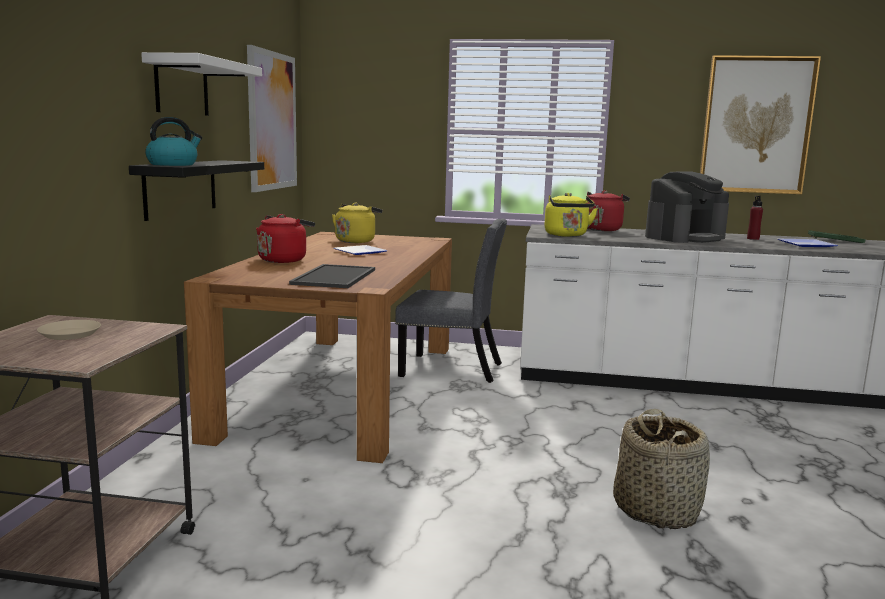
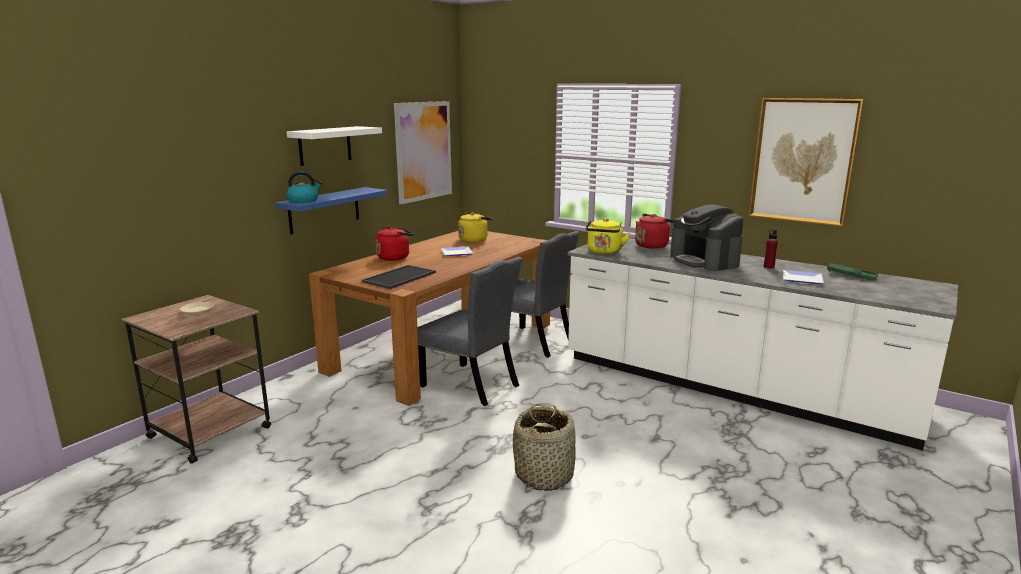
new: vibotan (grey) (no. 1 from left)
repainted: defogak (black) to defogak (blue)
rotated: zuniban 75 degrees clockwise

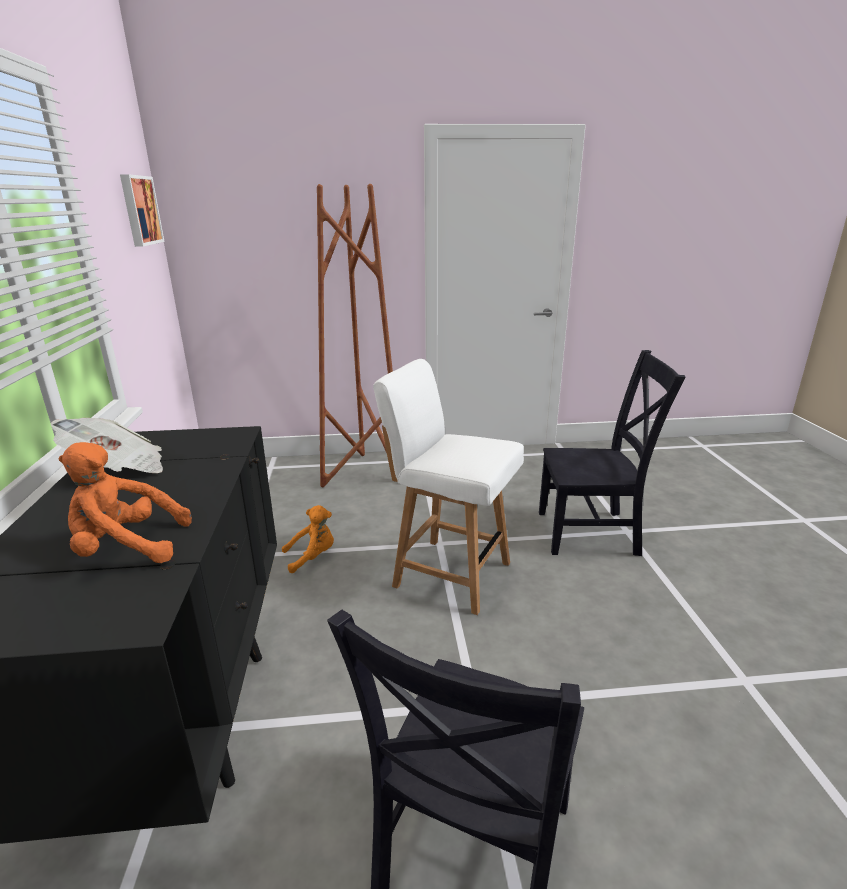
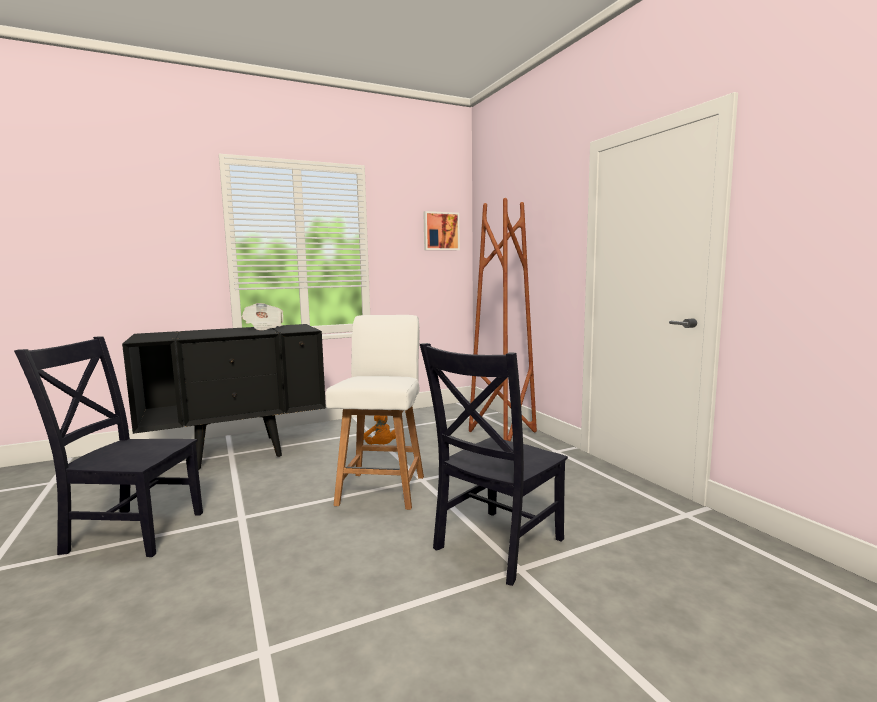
gone: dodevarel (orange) (no. 1 from left)
rotated: vibotan (black) (no. 2 from left) 60 degrees clockwise

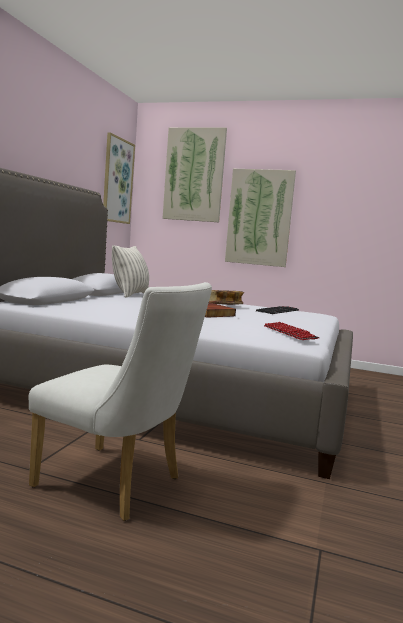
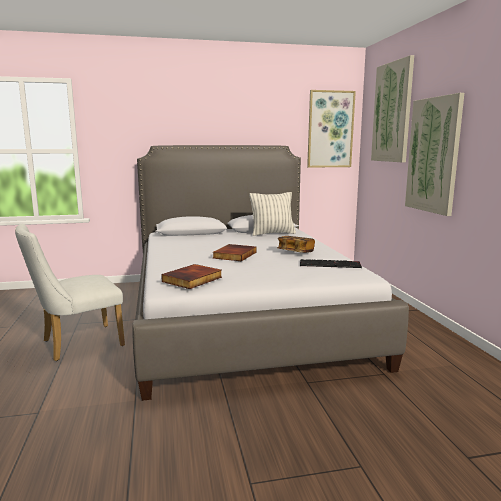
swapped: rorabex (no. 2 from left) to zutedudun (no. 1 from left)
rotated: vibotan (white) 60 degrees clockwise

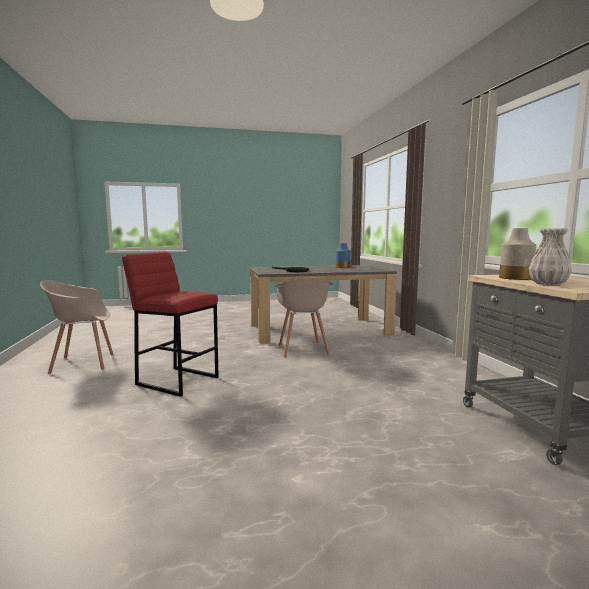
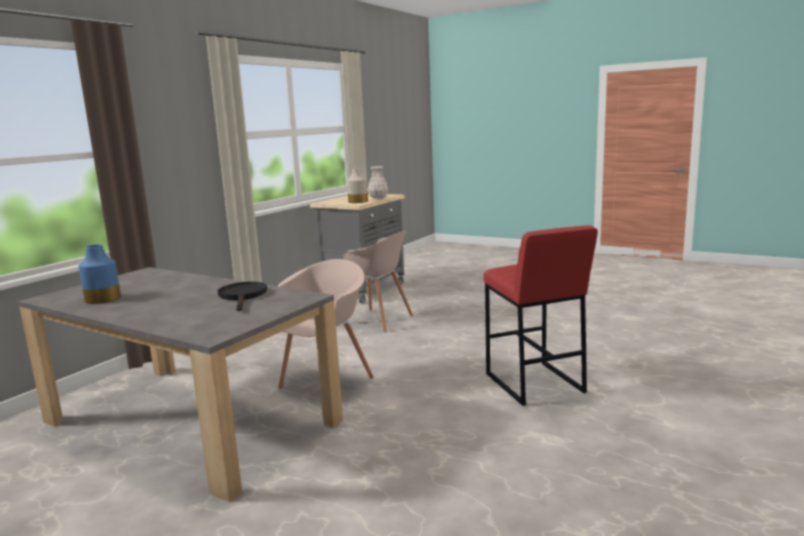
shifted: vibotan (beige) (no. 1 from left in the first image) to vibotan (beige) (no. 2 from left)

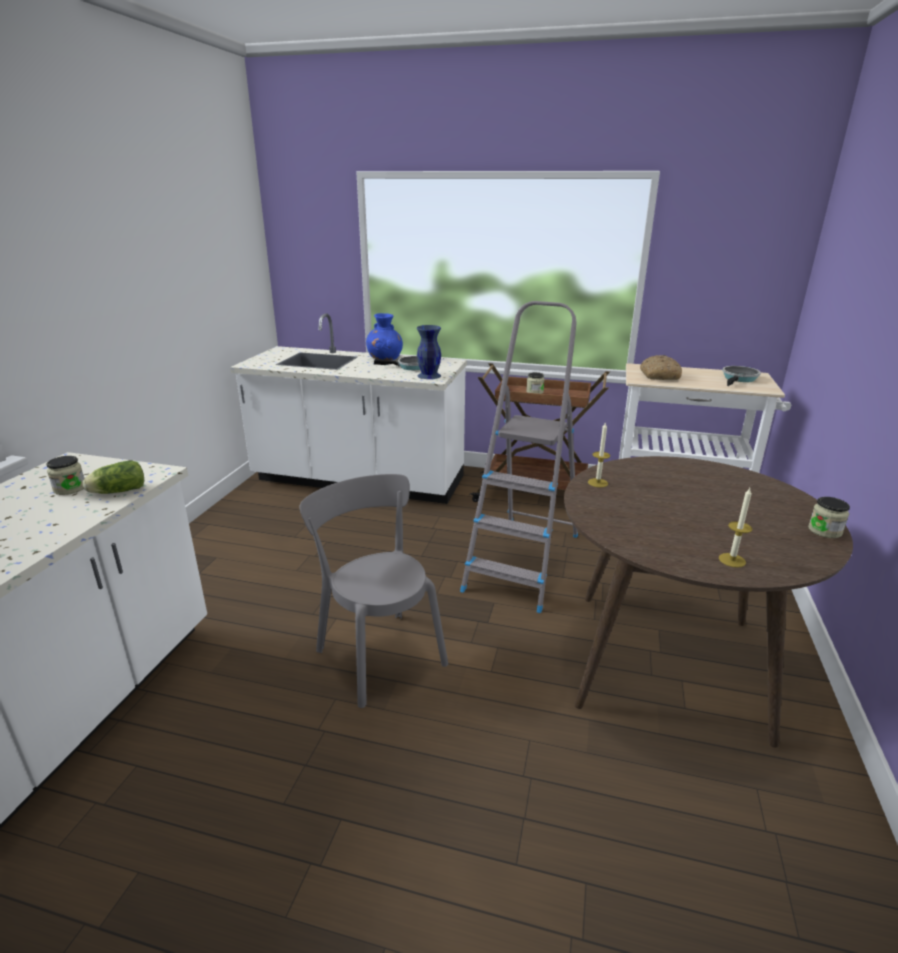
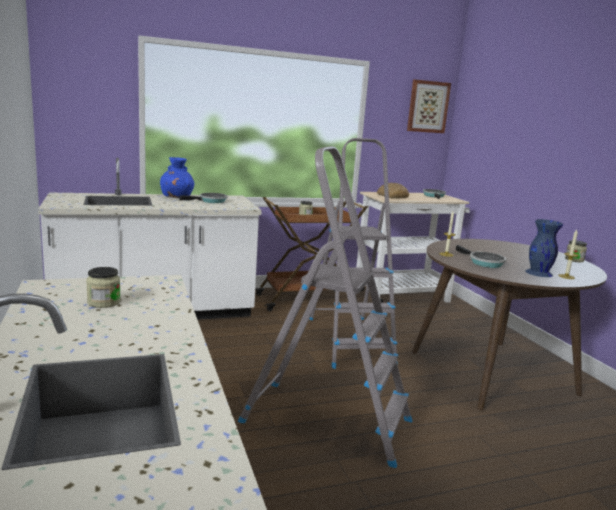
gone: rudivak
new: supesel; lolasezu (no. 3 from left)
shifted: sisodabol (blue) (no. 2 from left)
swapped: vibotan (grey) to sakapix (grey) (no. 1 from left)

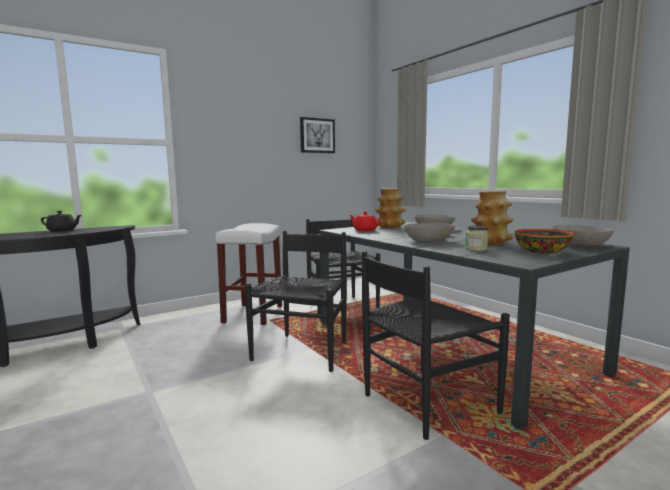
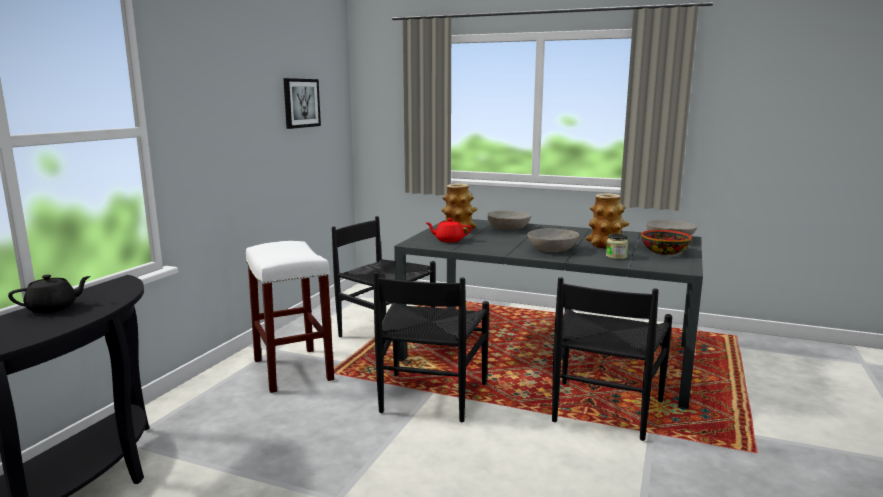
rotated: vibotan (black) (no. 1 from left in the first image) 150 degrees counterclockwise

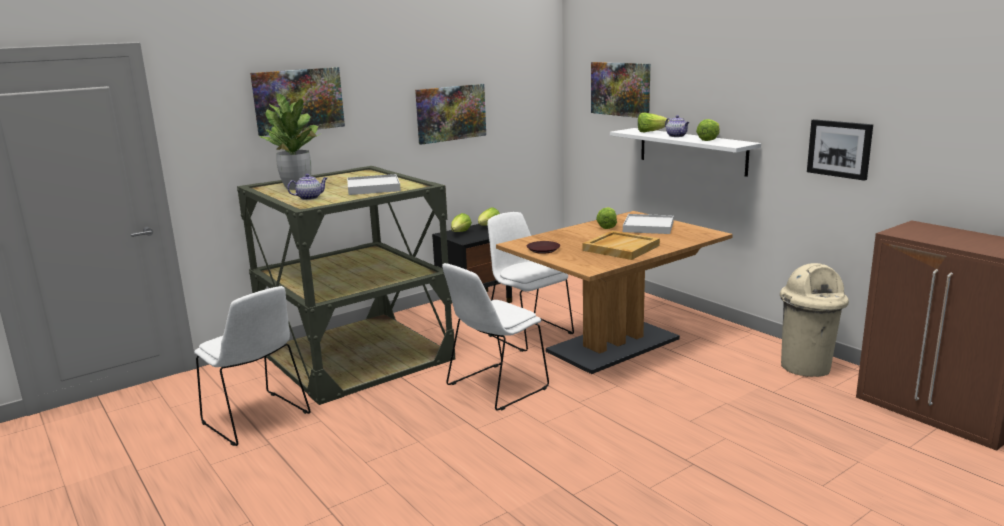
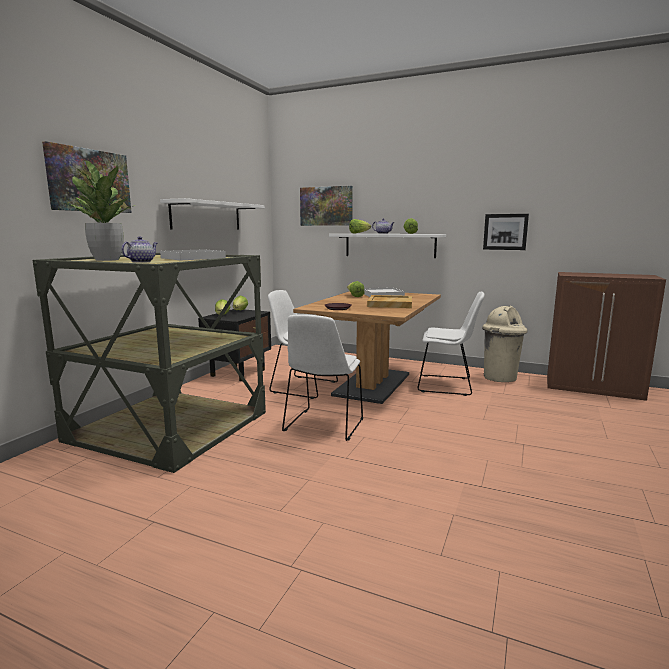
shifted: vibotan (white) (no. 1 from left in the first image) to vibotan (white) (no. 3 from left)
swapped: supesel (no. 2 from left) to defogak (white) (no. 1 from left)

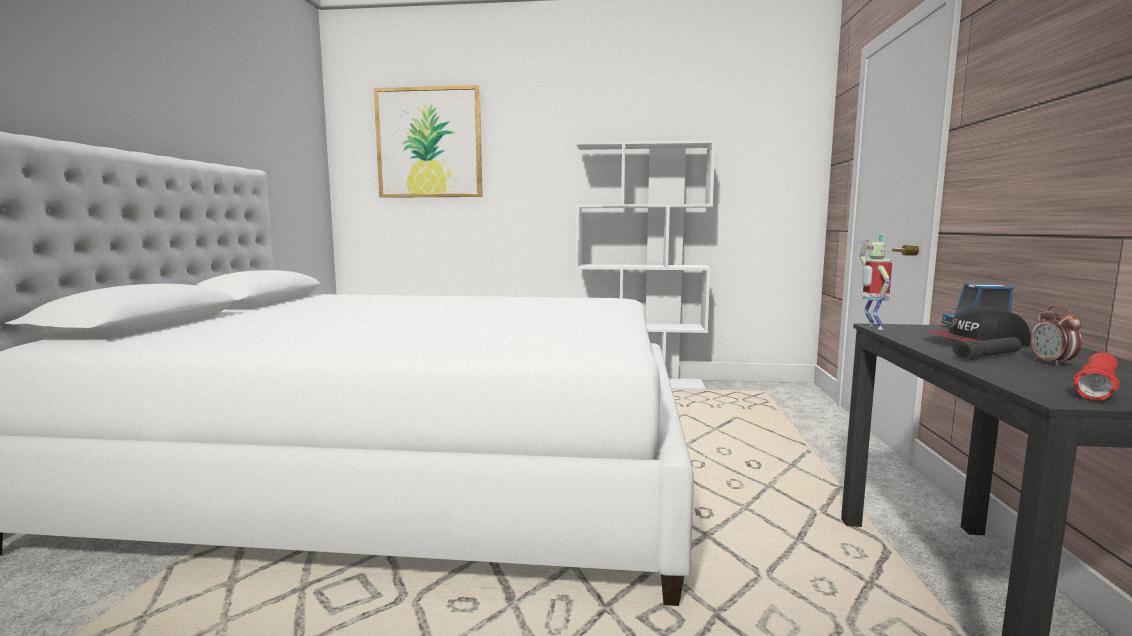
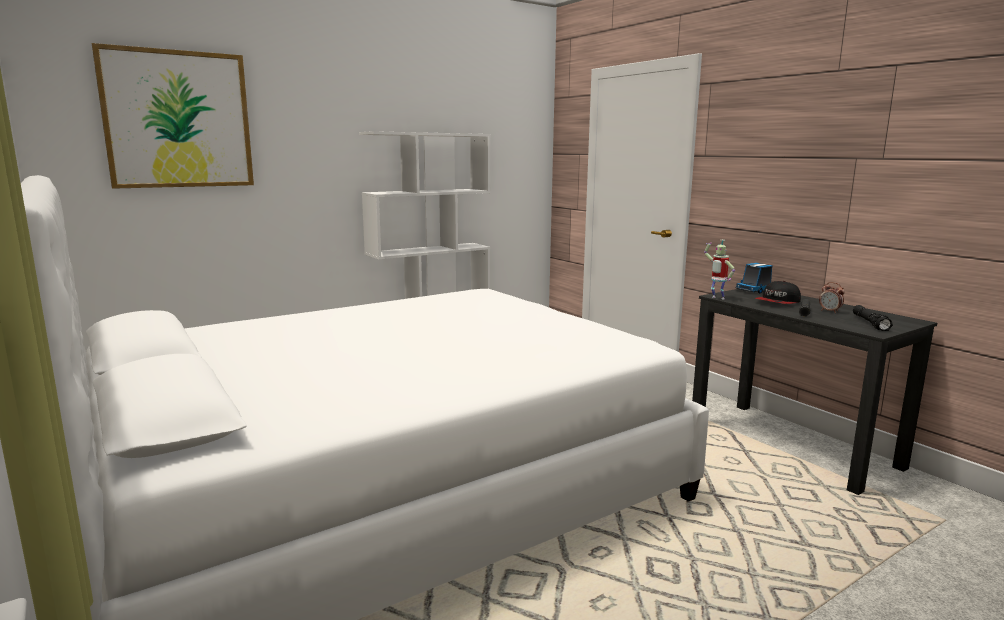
repainted: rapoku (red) to rapoku (black) (no. 2 from left)

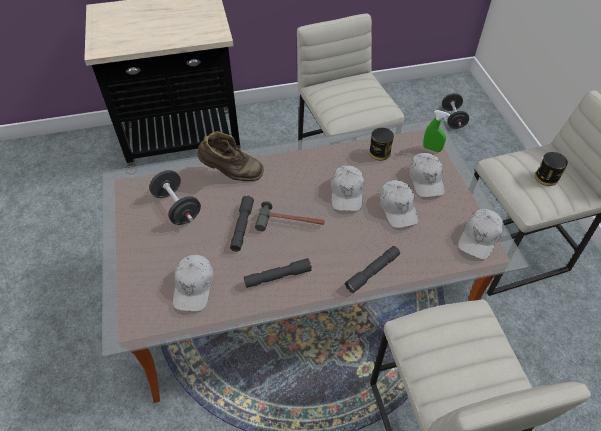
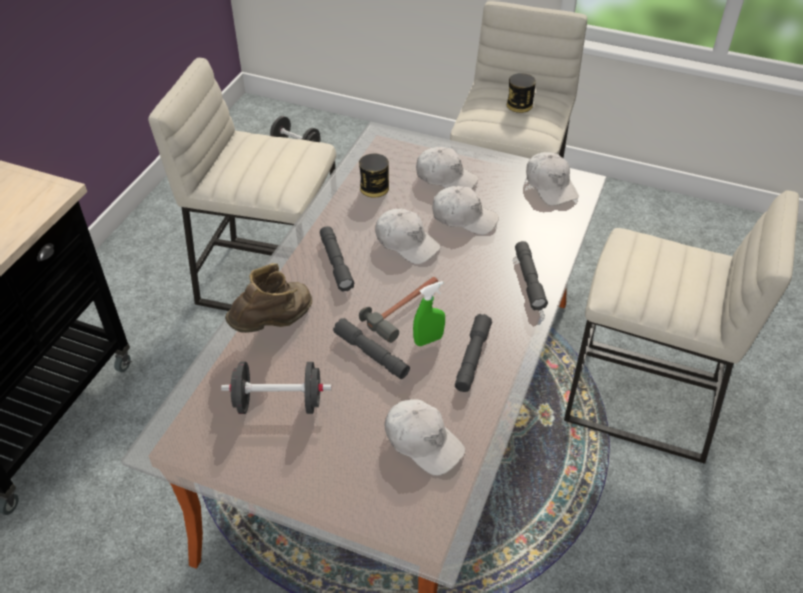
new: rapoku (grey) (no. 1 from left)
shifted: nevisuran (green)

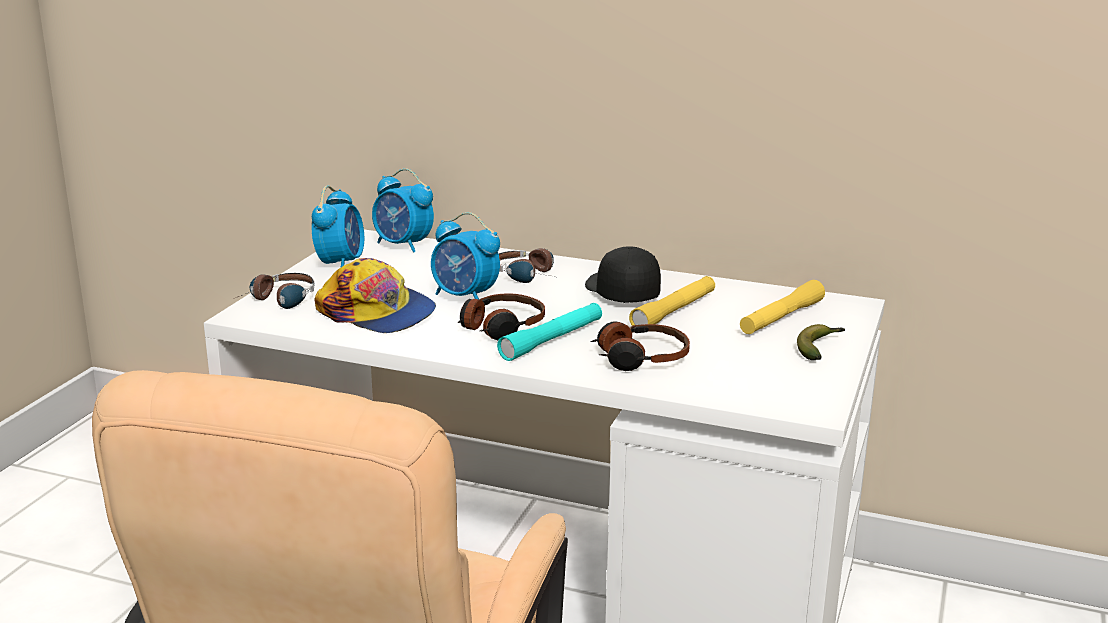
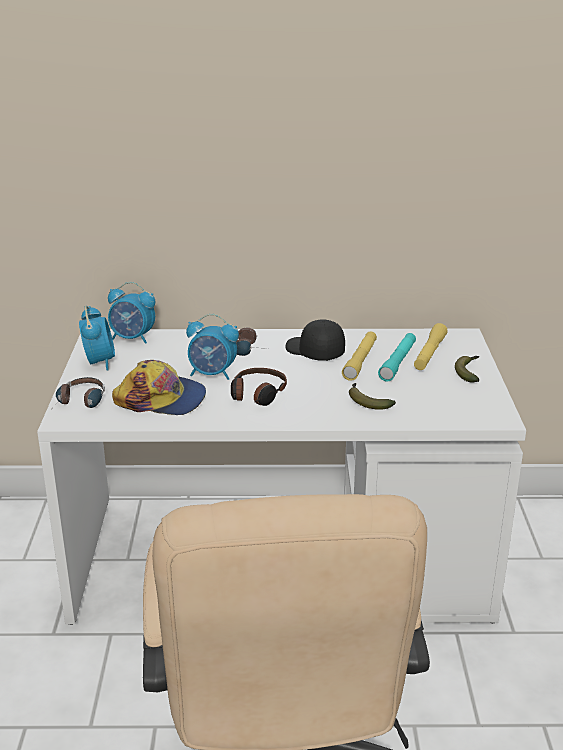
shifted: rapoku (turquoise)
swapped: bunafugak (no. 4 from left) to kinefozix (no. 1 from left)

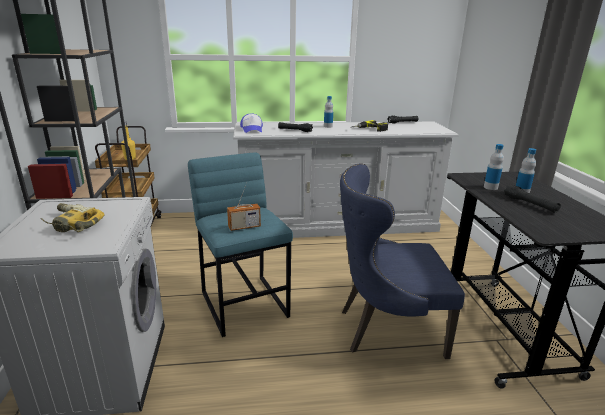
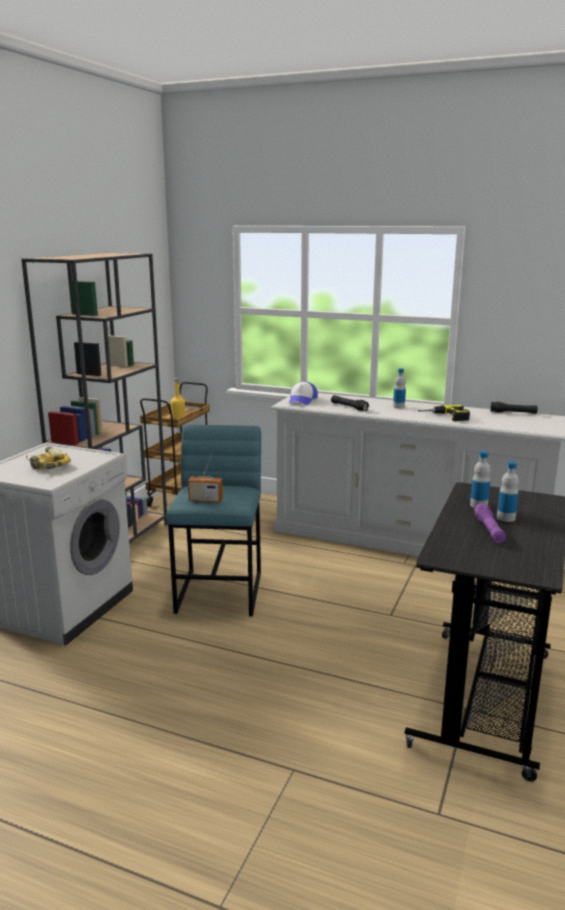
gone: vibotan (blue)
repainted: rapoku (black) (no. 3 from left) to rapoku (purple)

